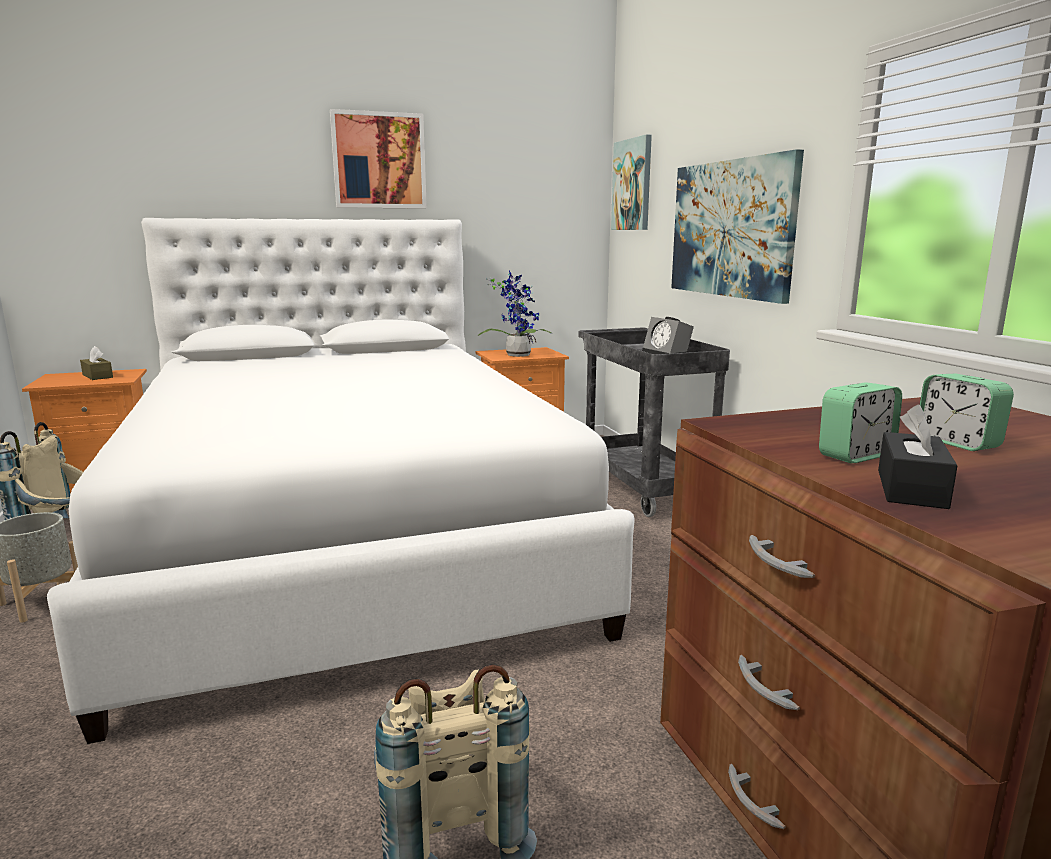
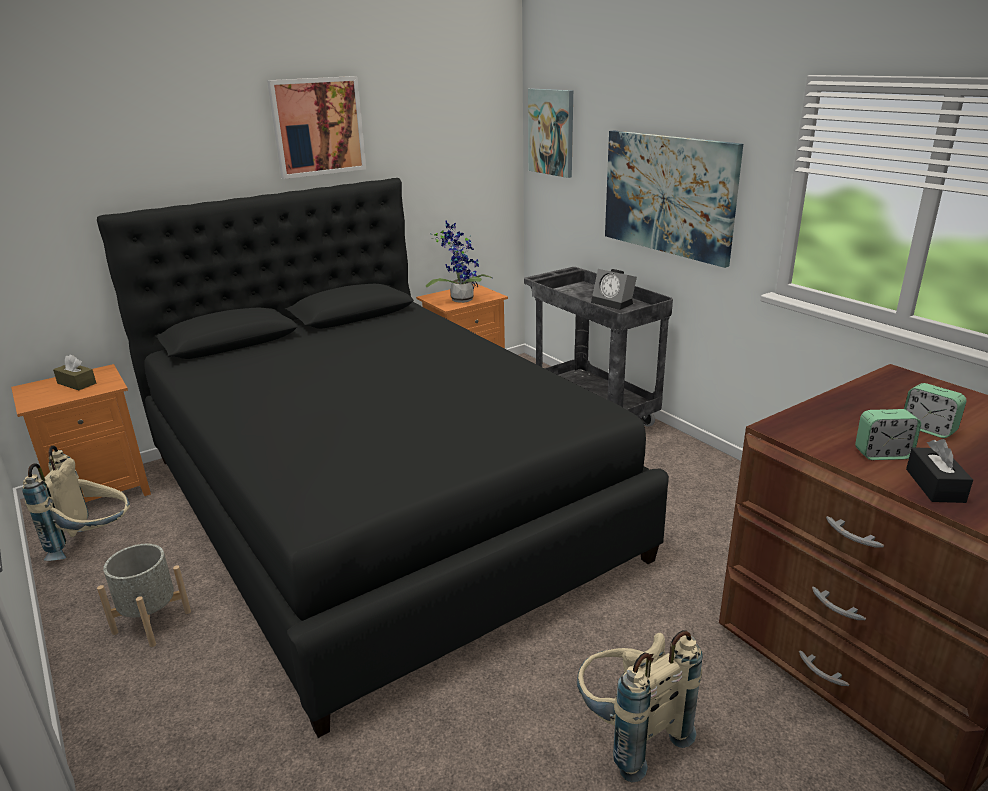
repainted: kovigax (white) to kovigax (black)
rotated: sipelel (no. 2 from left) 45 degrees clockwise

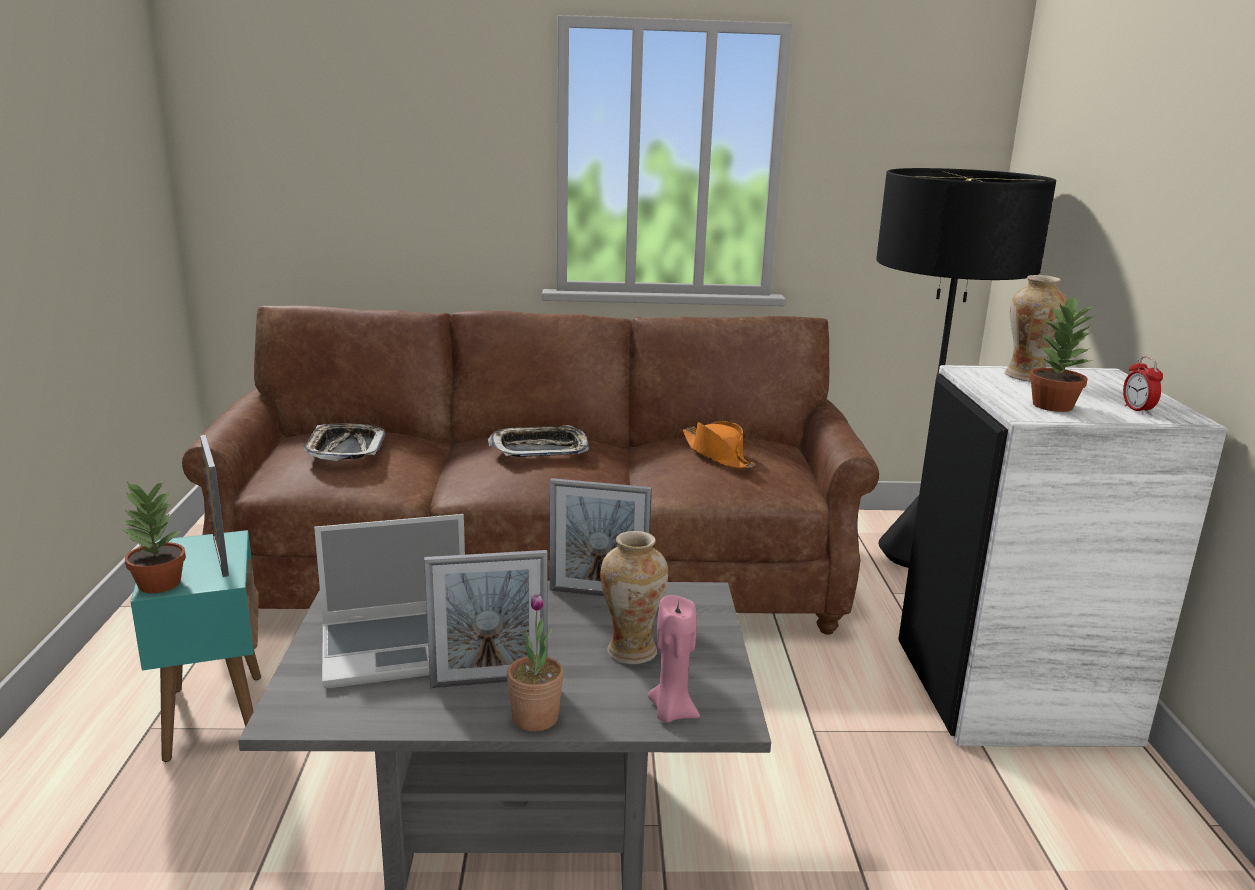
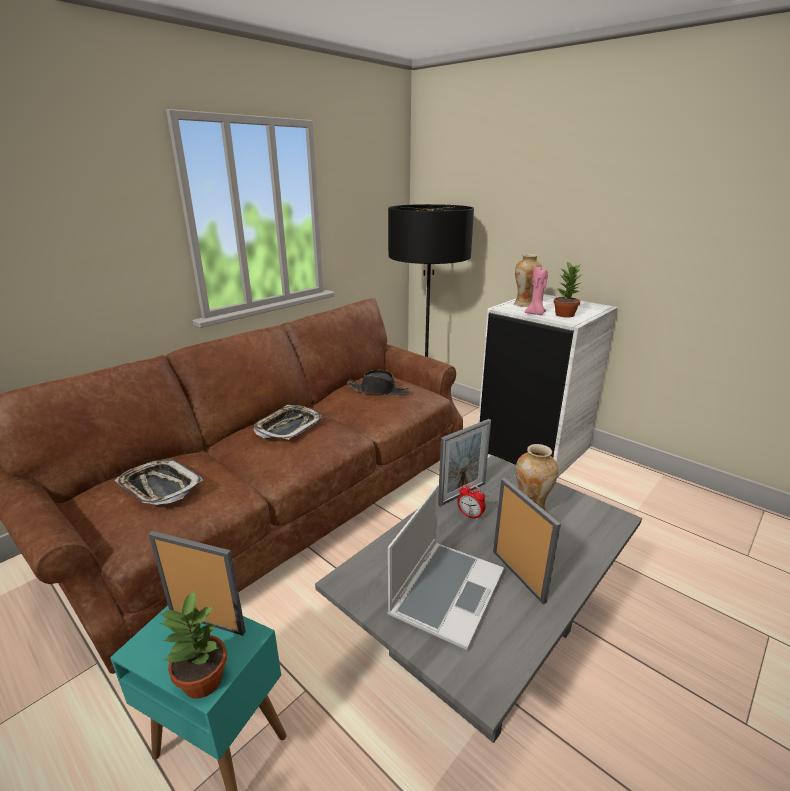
gone: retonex (no. 2 from left)
shifted: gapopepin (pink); sipelel
repainted: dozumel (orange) to dozumel (black)
rotated: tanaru (no. 2 from left in the first image) 60 degrees counterclockwise

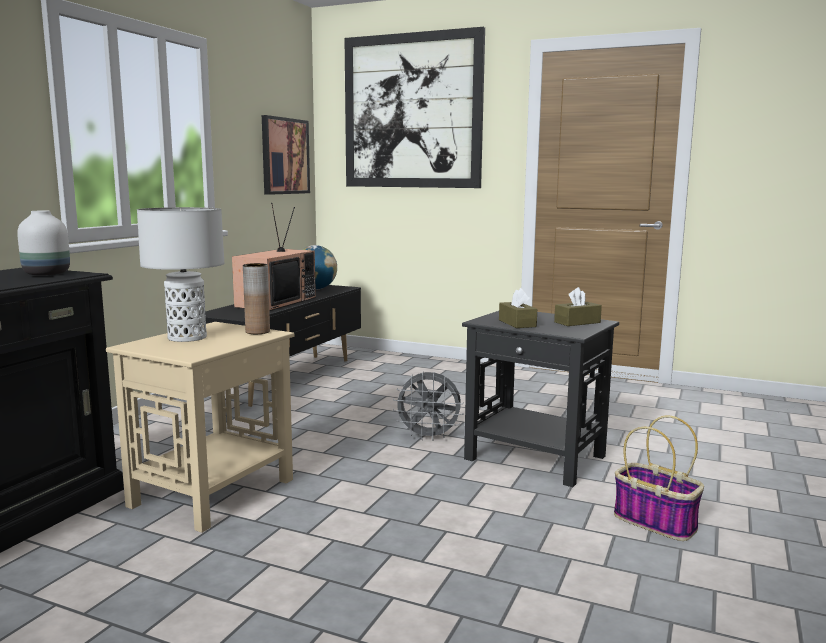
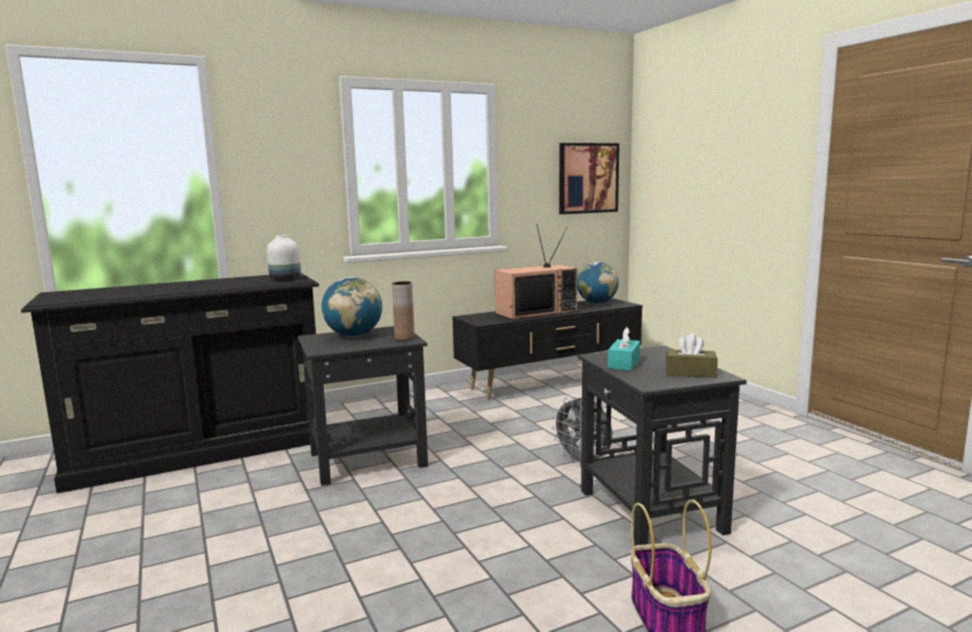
gone: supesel (no. 2 from left)
swapped: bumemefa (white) to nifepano (no. 1 from left)
repainted: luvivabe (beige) to luvivabe (black) (no. 1 from left); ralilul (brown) (no. 1 from left) to ralilul (turquoise)

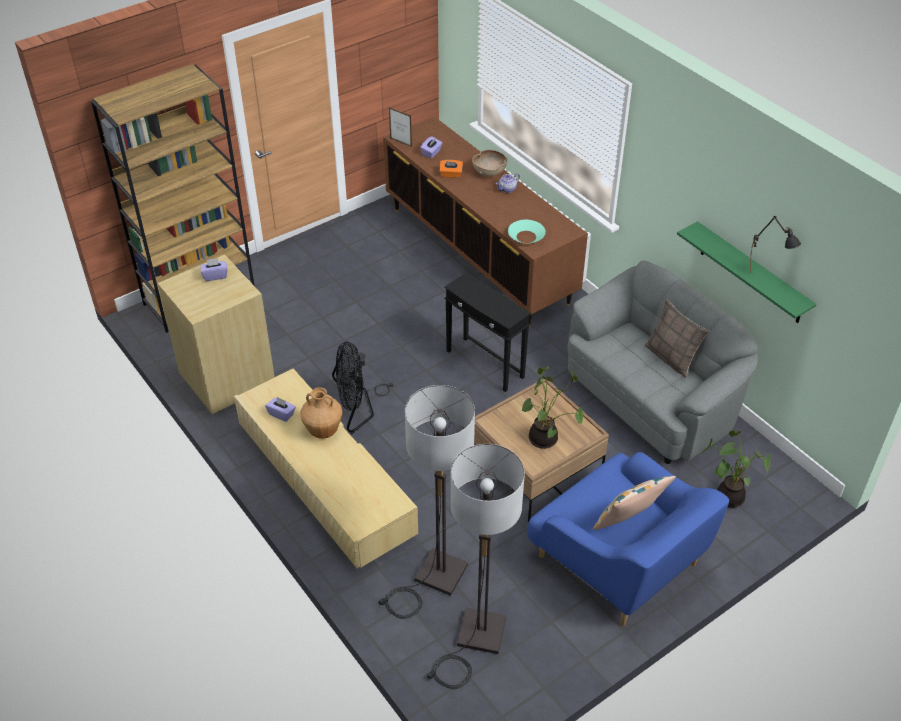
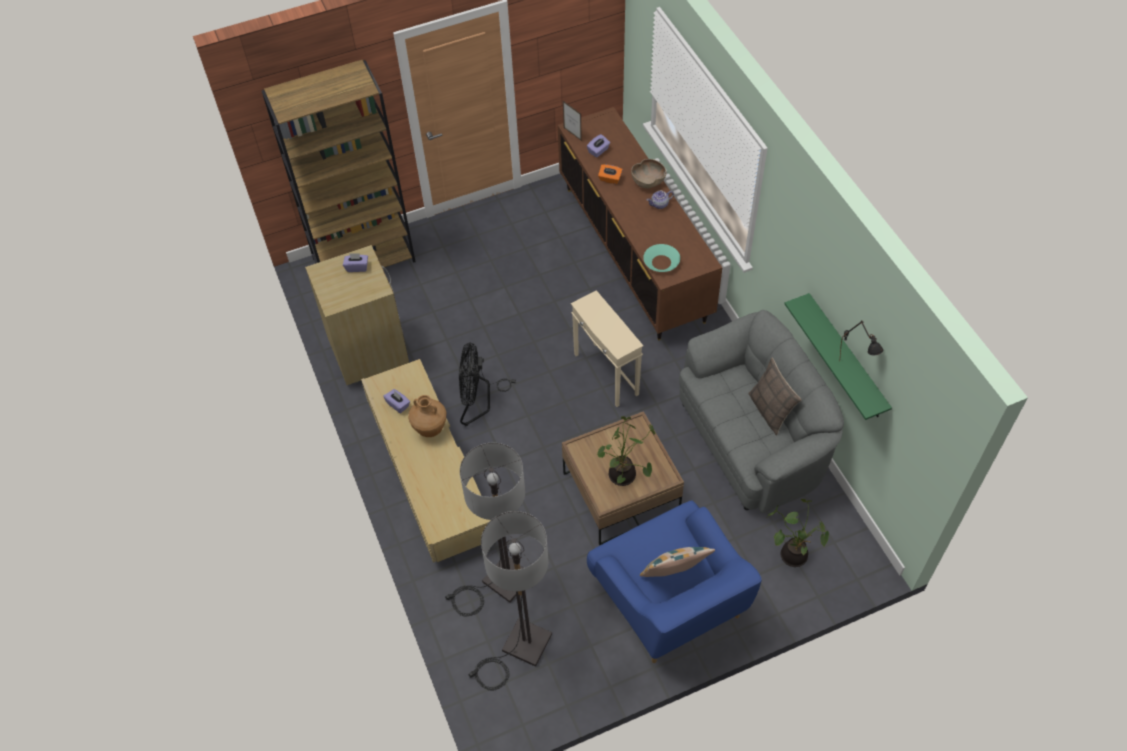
repainted: luvivabe (black) to luvivabe (beige)

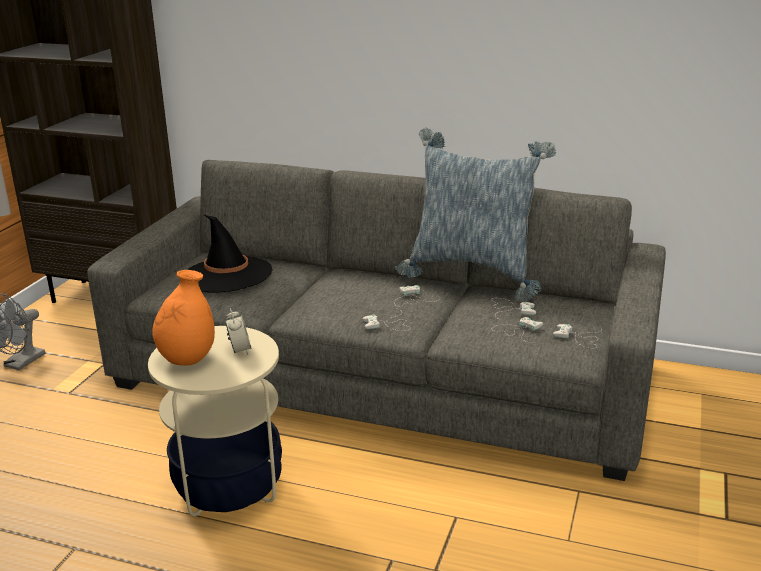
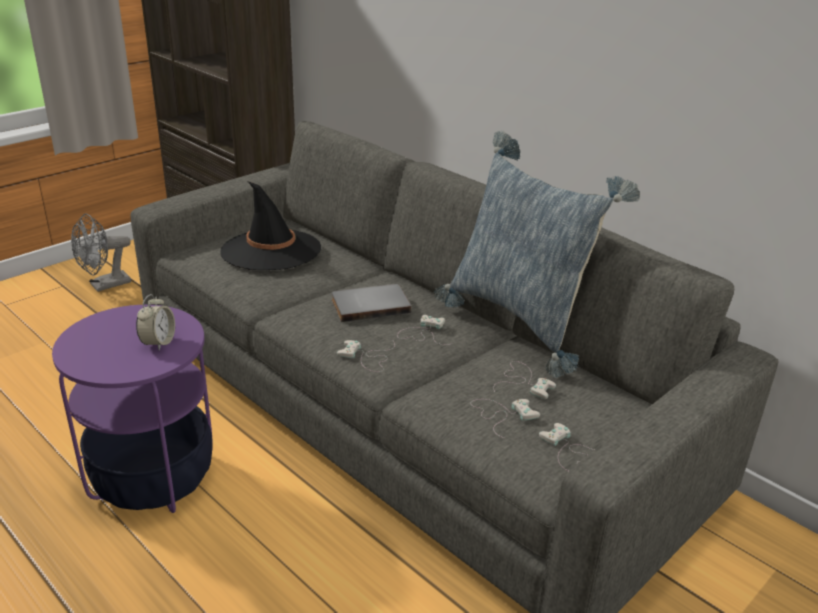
gone: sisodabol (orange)
new: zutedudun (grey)
repainted: luvivabe (beige) to luvivabe (purple)

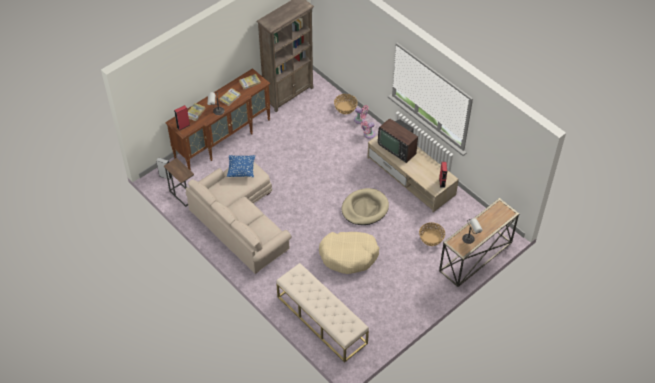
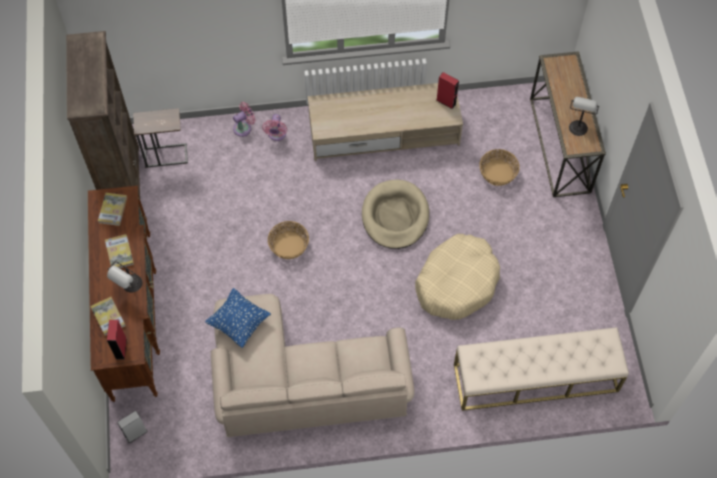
gone: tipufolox
shifted: luvivabe (brown); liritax (no. 1 from left)

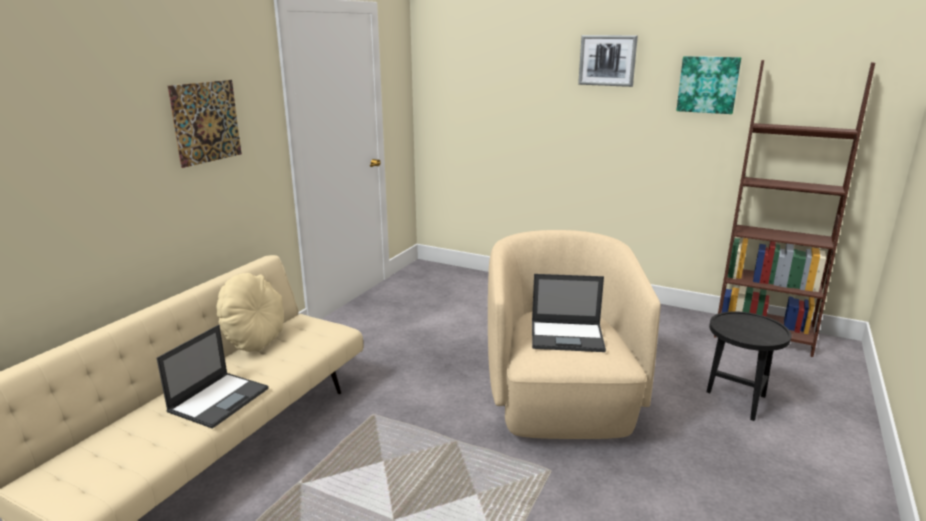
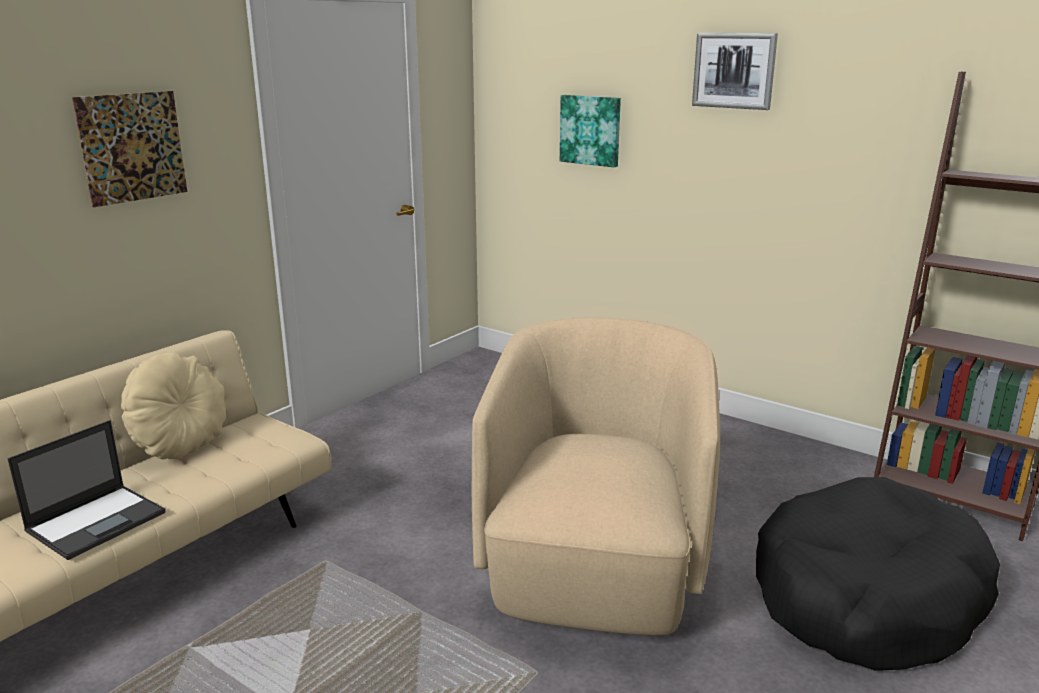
gone: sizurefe (no. 2 from left)
shifted: supesel (no. 3 from left in the first image) to supesel (no. 2 from left)
swapped: luvivabe (black) to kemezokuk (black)

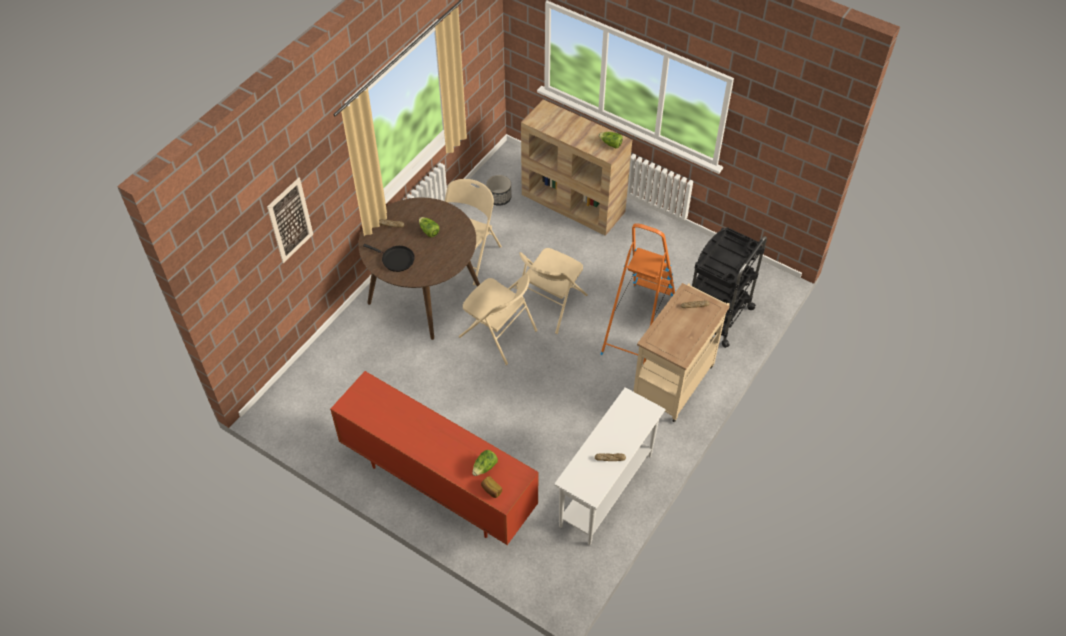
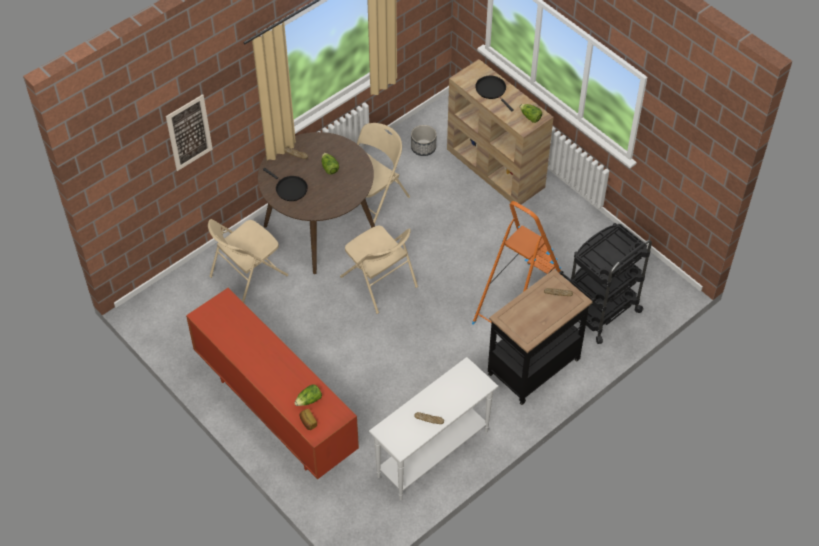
new: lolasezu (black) (no. 2 from left)
shifted: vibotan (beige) (no. 3 from left in the first image) to vibotan (beige) (no. 1 from left)
repainted: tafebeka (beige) to tafebeka (black) (no. 1 from left)

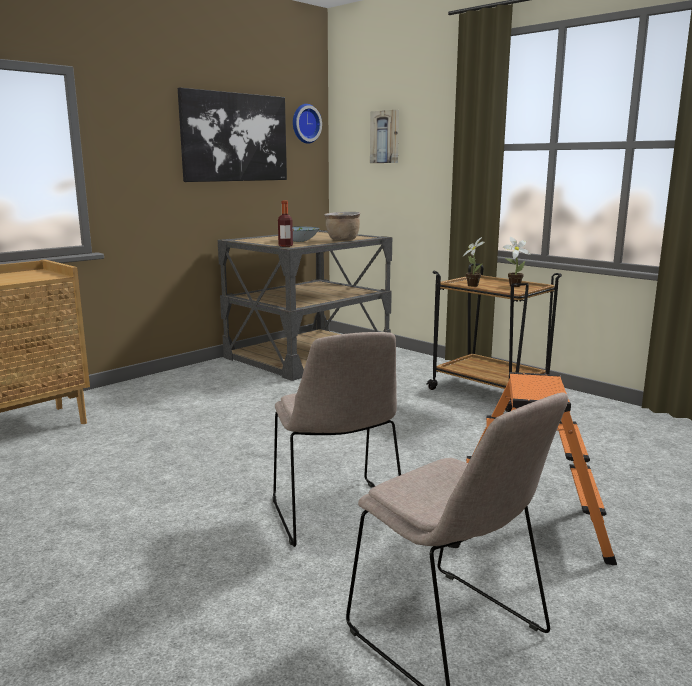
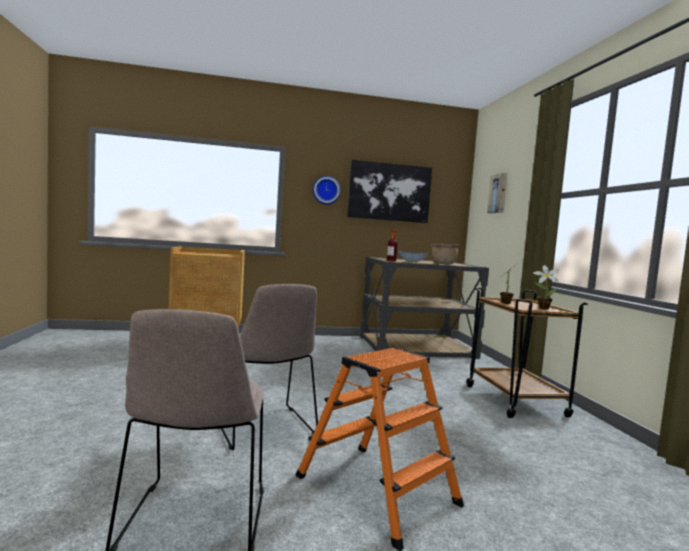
shifted: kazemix
rotated: vibotan (beige) (no. 1 from left in the first image) 45 degrees counterclockwise

